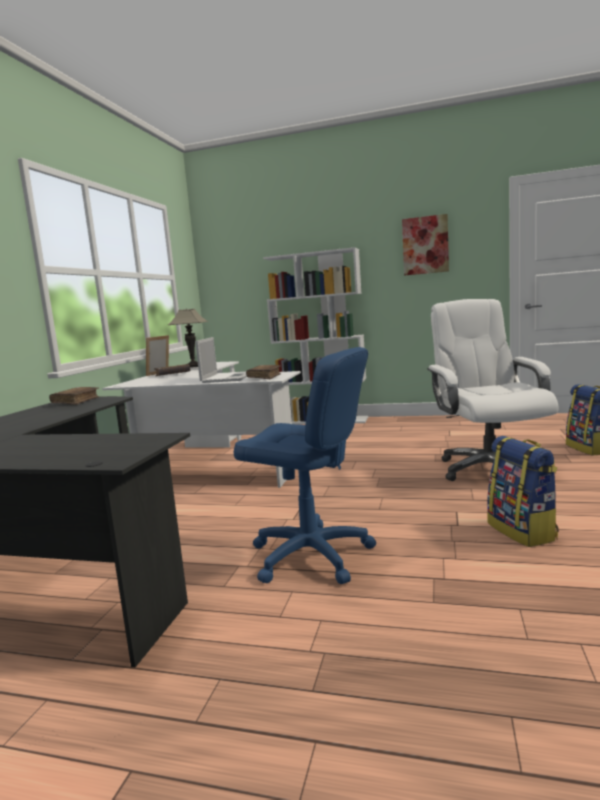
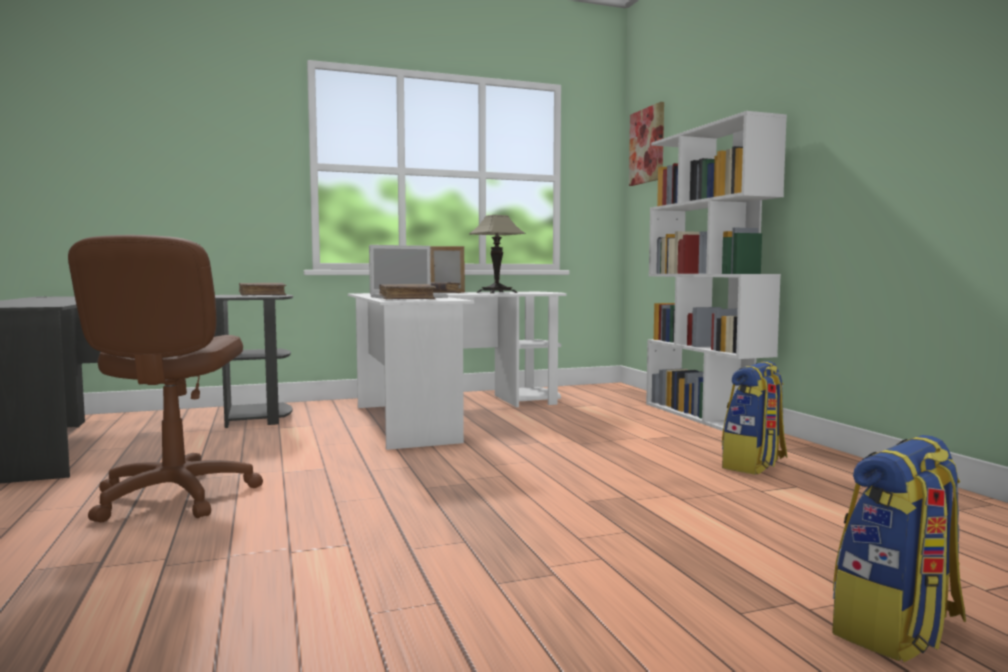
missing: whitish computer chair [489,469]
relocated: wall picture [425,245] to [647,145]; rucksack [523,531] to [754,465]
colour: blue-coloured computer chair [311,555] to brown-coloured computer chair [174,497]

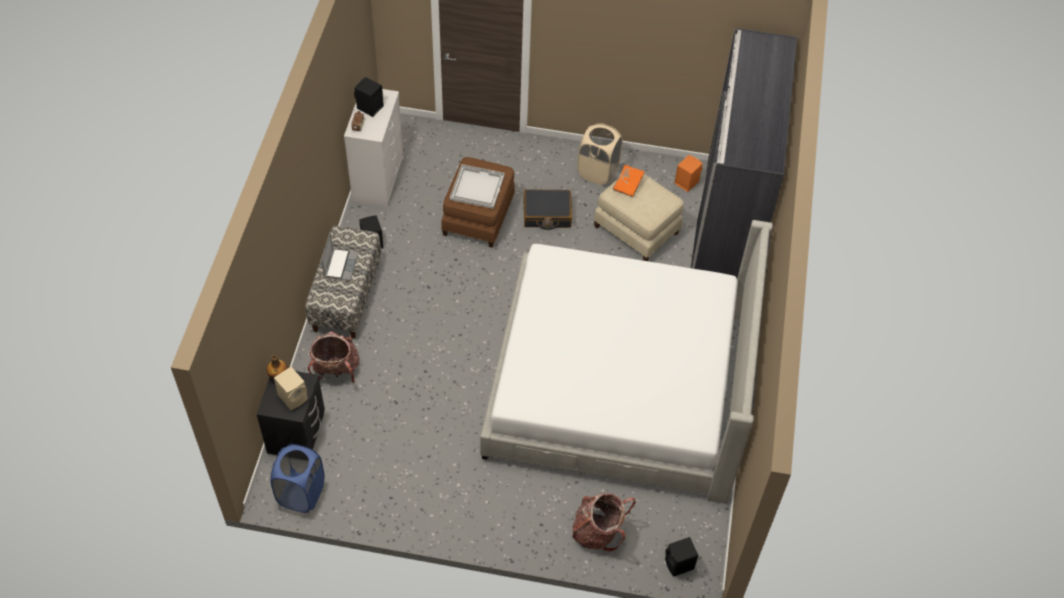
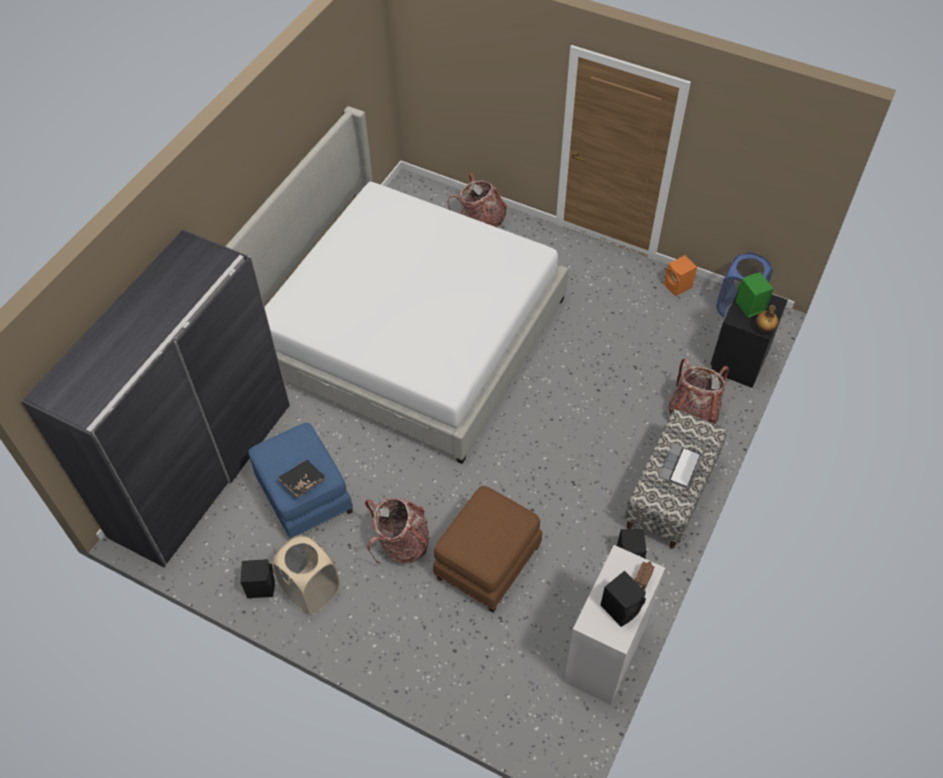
missing: whitish tray [477,187]
relocated: black audio speaker [679,565] to [261,586]; orangey audio speaker [686,182] to [678,286]
exchanged: black suitcase [547,214] to rucksack [401,543]
colour: sand-coloured pouffe [637,229] to blue-coloured pouffe [303,496]; orangey bound book [628,184] to black bound book [302,482]; sand-coloured audio speaker [294,397] to greenish audio speaker [749,306]

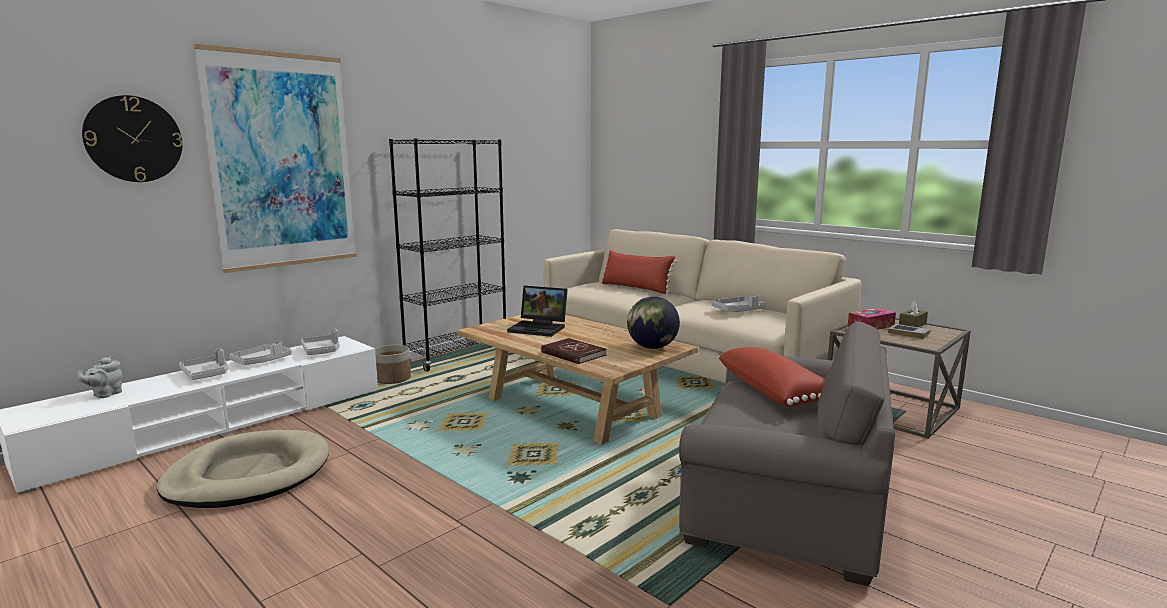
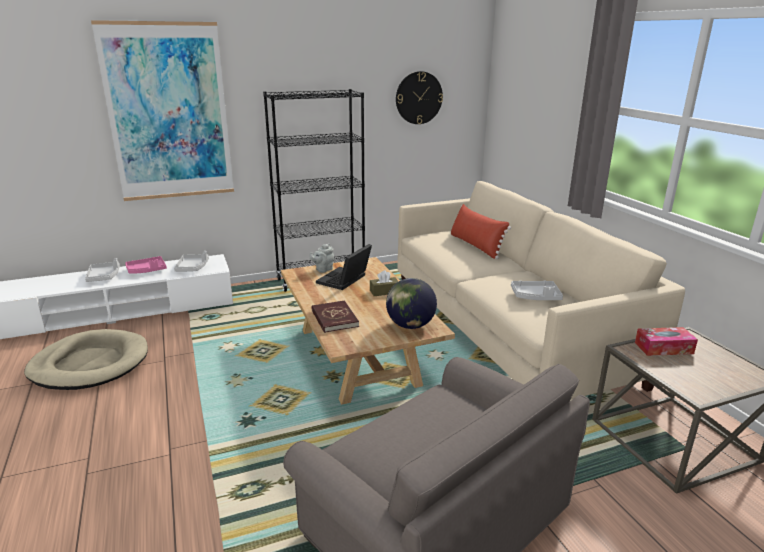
missing: plant pot [392,379]; red pillow [775,391]; bound book [908,334]
relocated: greyish tea pot [105,394] to [323,269]; brown-coloured box of tissues [912,325] to [384,292]; wall clock [133,139] to [419,98]
colour: greyish tray [262,361] to pink tray [147,270]
spun: portable computer [540,328] = [344,280] 75 degrees clockwise

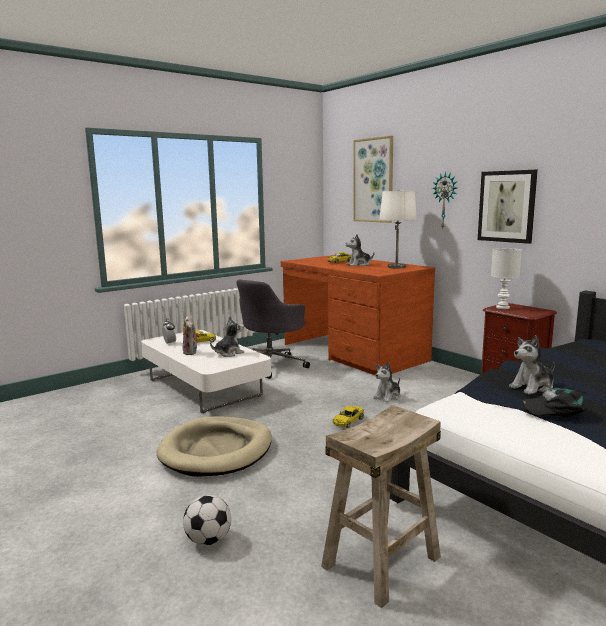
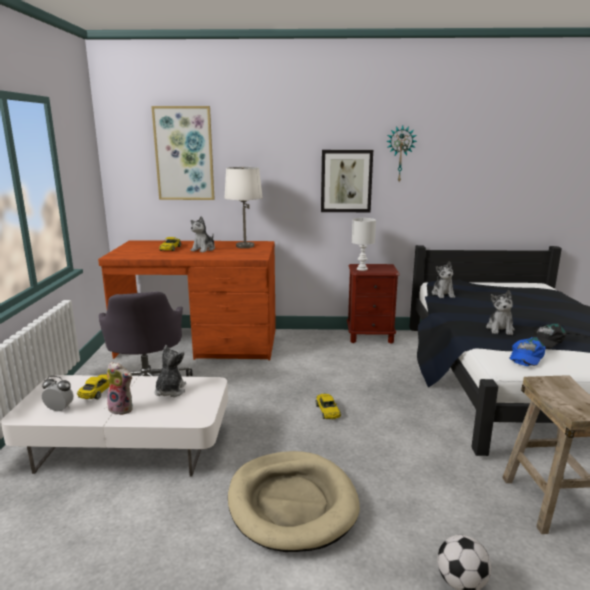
appeared: blue-coloured cap [526,356]
relocated: wall clock [445,200] to [400,154]; plush toy [388,397] to [443,294]

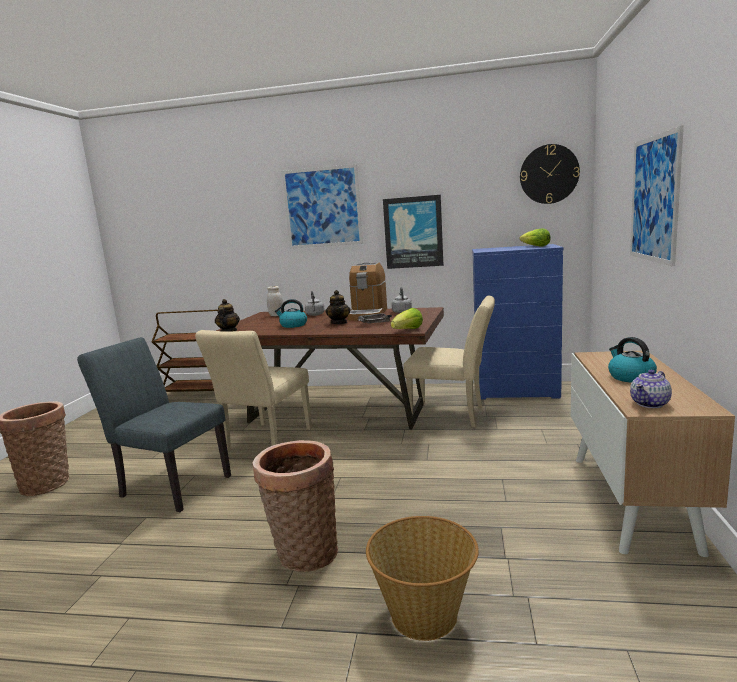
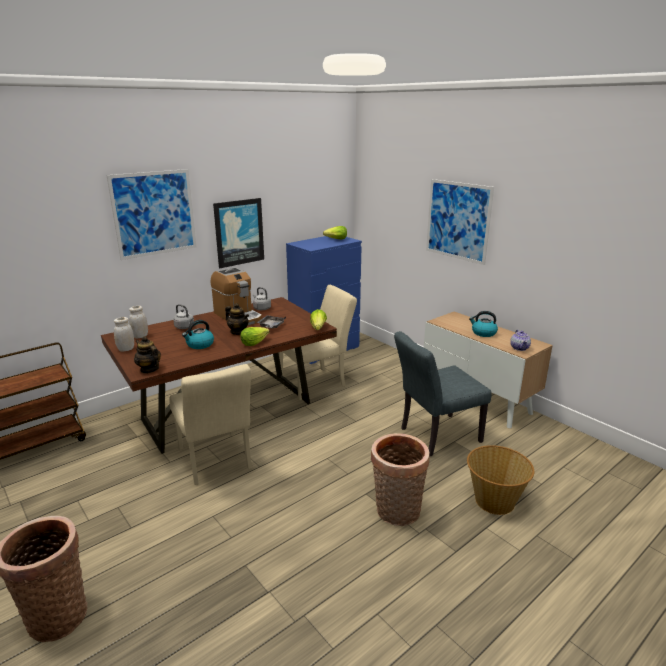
missing: wall clock [549,174]
appeared: whitish preserve jar [126,349]; head of lettuce [254,343]
relocated: greyish upright chair [170,485] to [435,436]

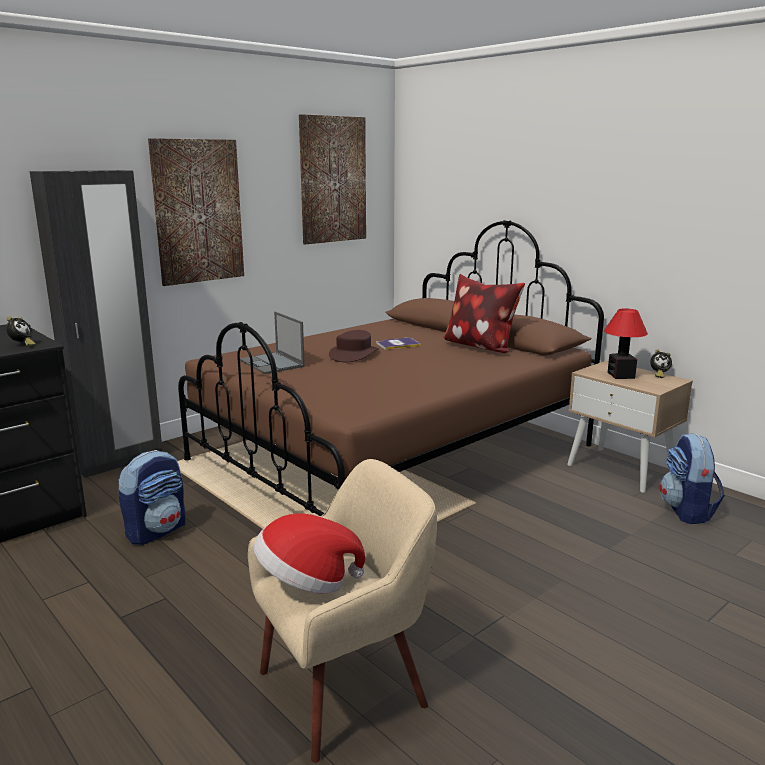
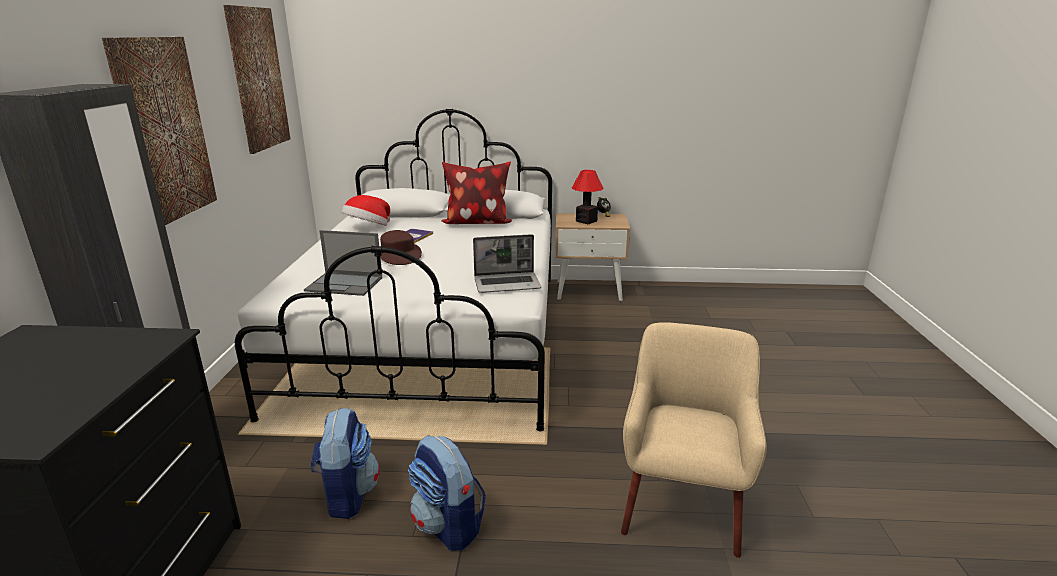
missing: bedside clock [22,345]
appeared: portable computer [507,284]
relocated: clothing hat [306,582] to [368,228]; rucksack [687,511] to [448,526]
colour: brown-coloured sleeping bed [393,453] to whitish sleeping bed [434,336]

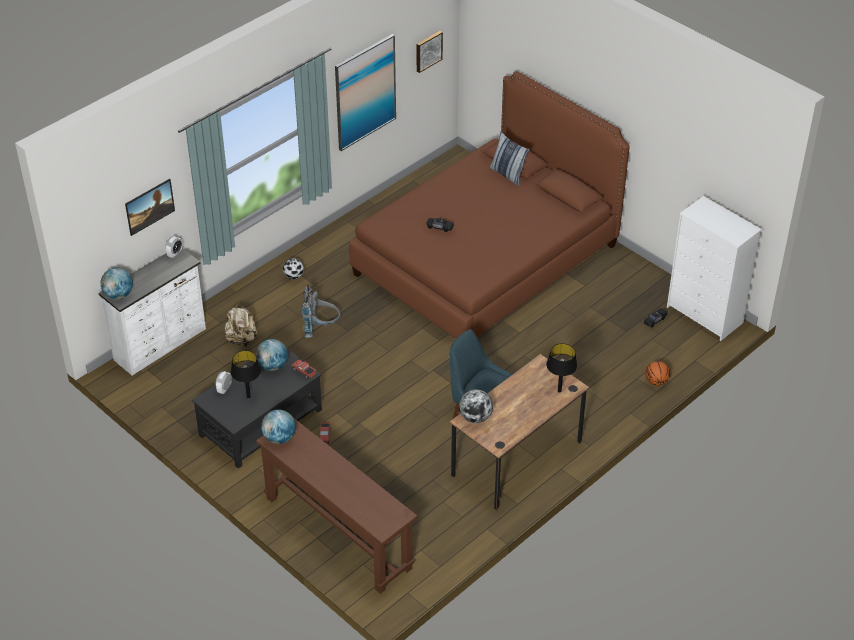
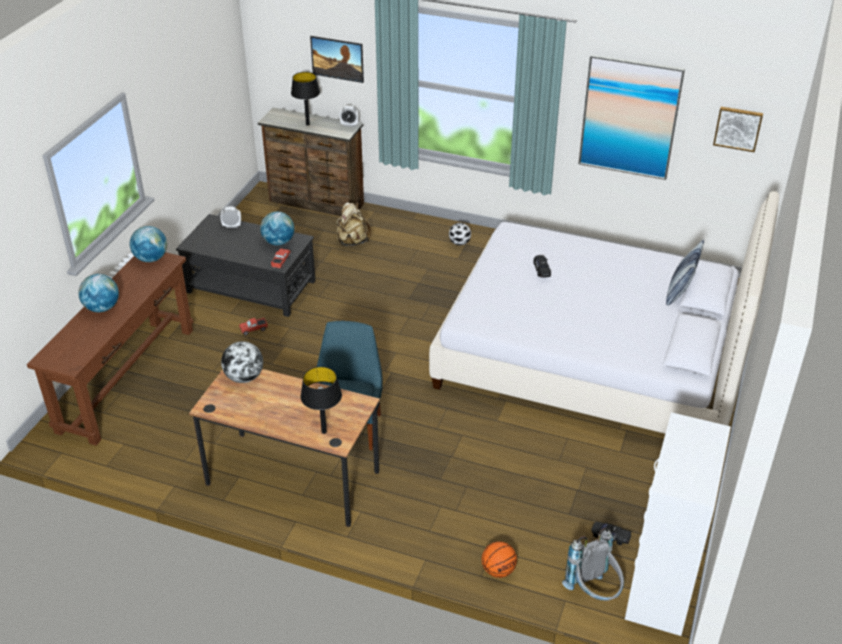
relocated: world globe [118,295] to [102,308]; black tabletop lamp [248,397] to [307,124]; greyish rucksack [321,328] to [594,593]
colour: whitish dresser [161,344] to brown-coloured dresser [316,203]; brown-coloured sleeping bed [486,259] to whitish sleeping bed [594,358]

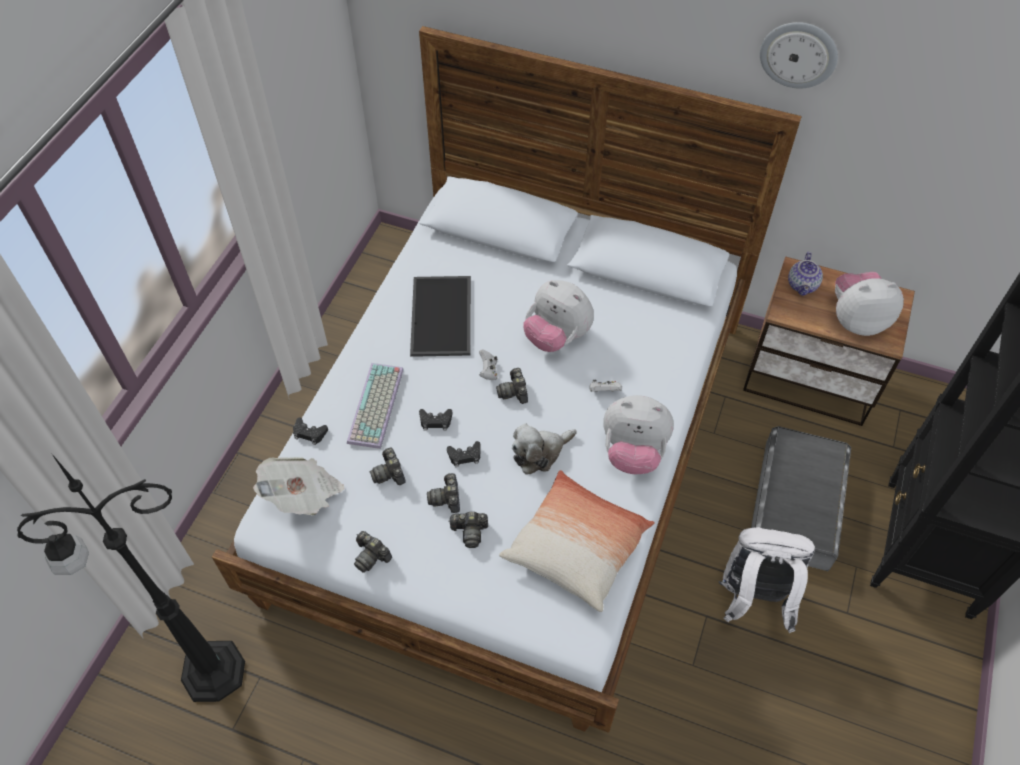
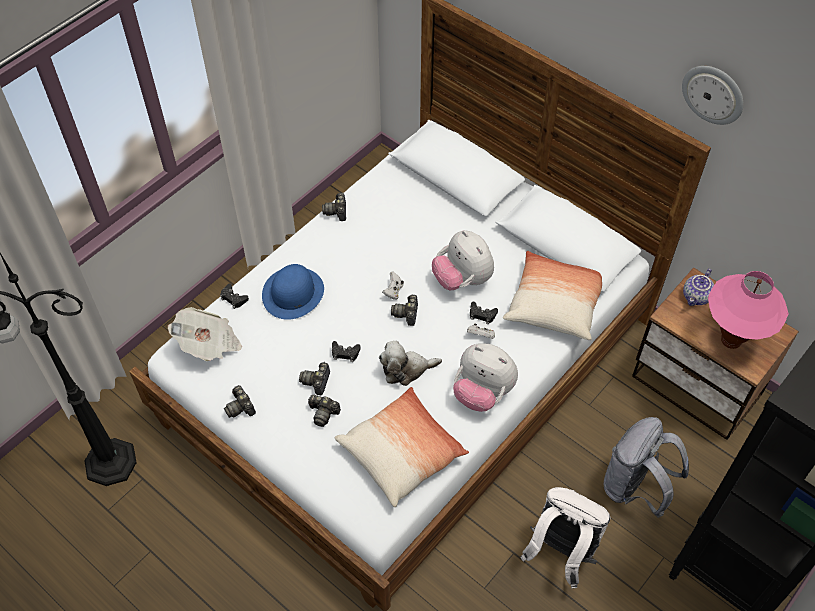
missing: tray [443,317]
appeared: pillow [554,304]
relocated: still camera [389,473] to [337,211]; black gamepad [435,421] to [482,315]
exchanged: computer keyboard [377,407] to blue-coloured clothing hat [293,293]; greyish storage container [796,504] to greyish rucksack [635,487]; plush toy [856,320] to pink tabletop lamp [730,341]

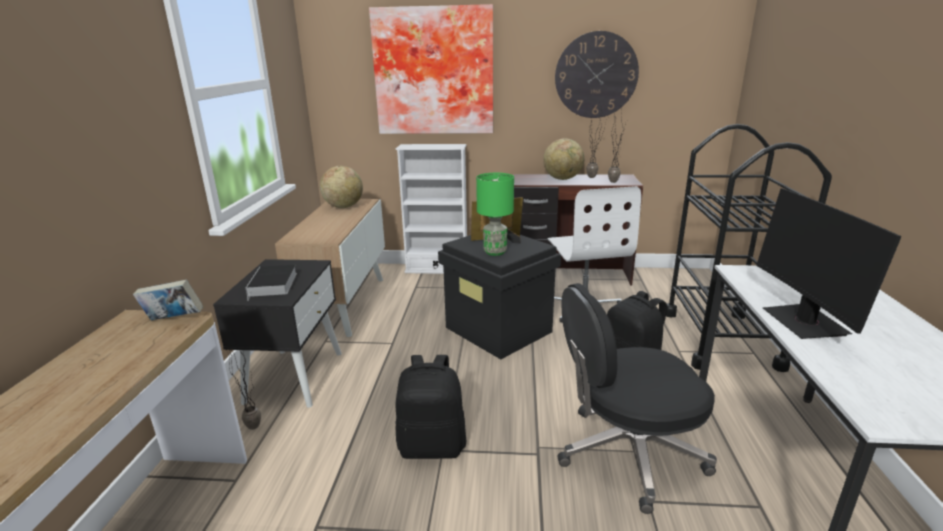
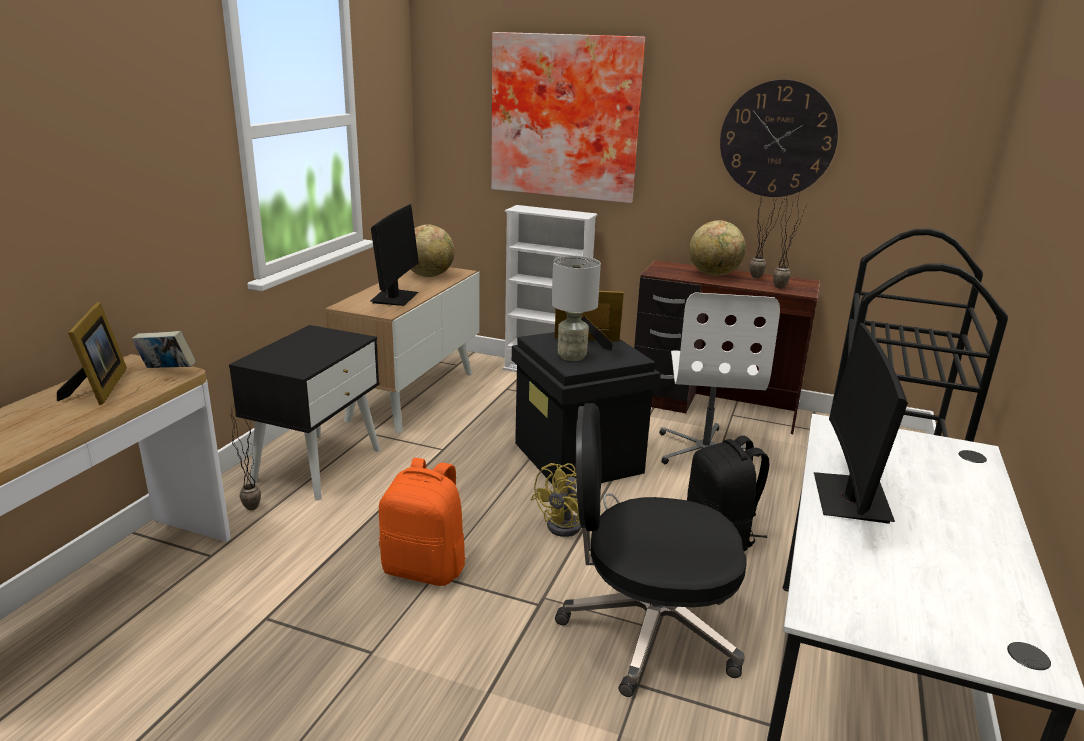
missing: bound book [273,285]
appeared: photo frame [99,388]; computer screen [395,298]; yellow cooling fan [572,527]
colour: black rucksack [432,445] to orangey rucksack [425,568]; greenish tabletop lamp [495,252] to greyish tabletop lamp [572,356]

